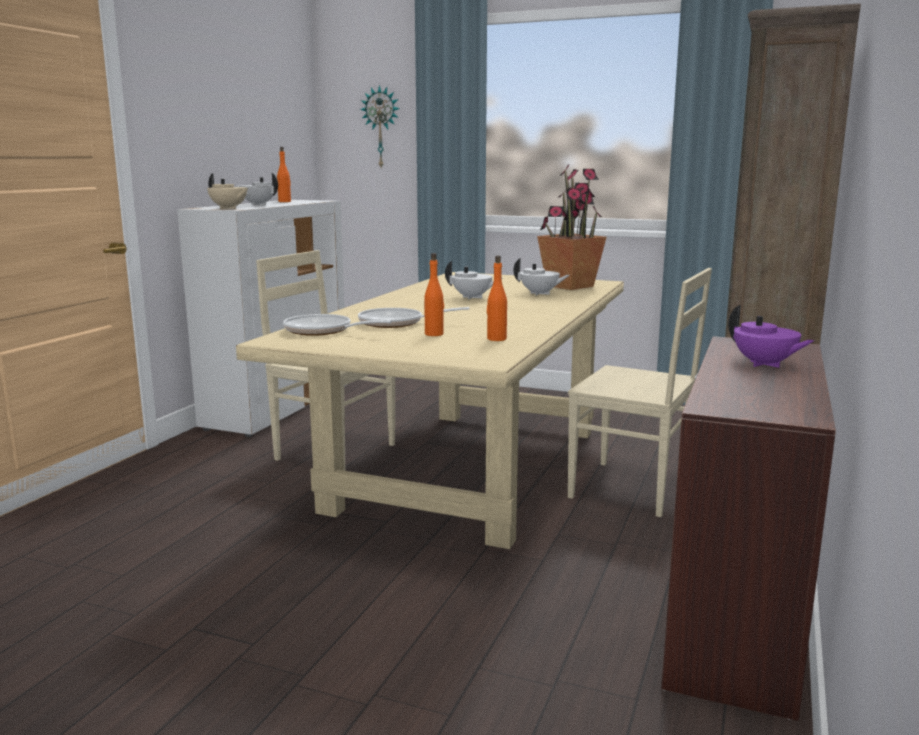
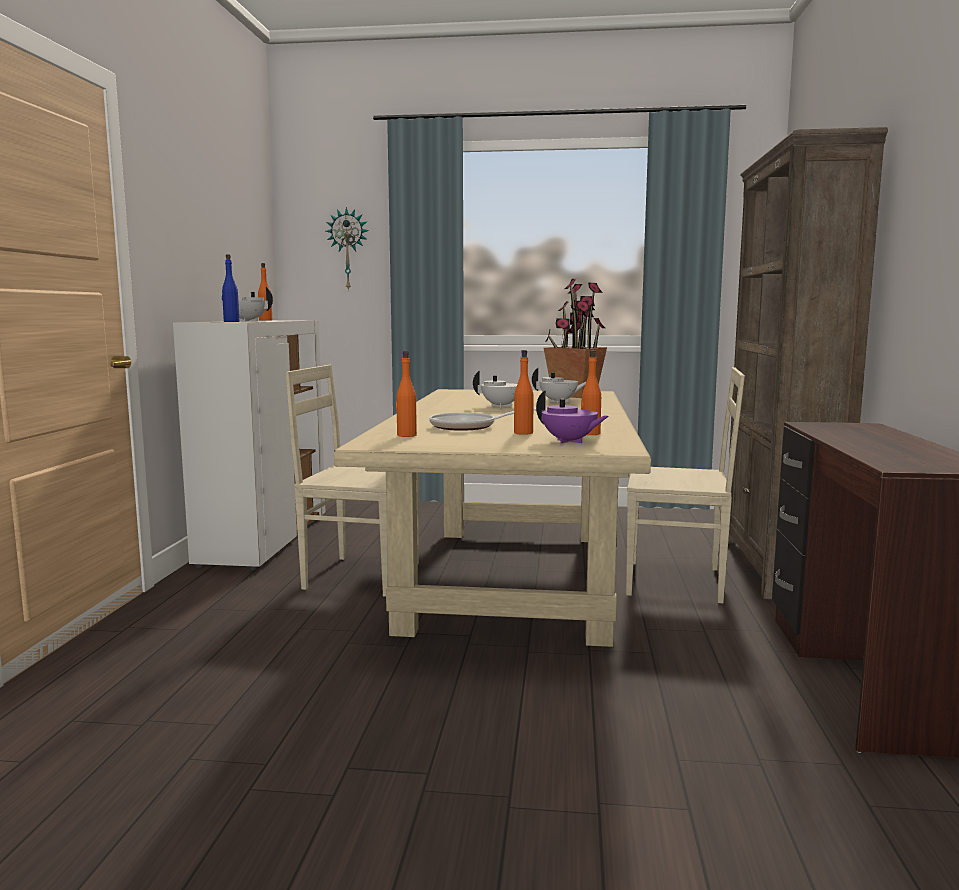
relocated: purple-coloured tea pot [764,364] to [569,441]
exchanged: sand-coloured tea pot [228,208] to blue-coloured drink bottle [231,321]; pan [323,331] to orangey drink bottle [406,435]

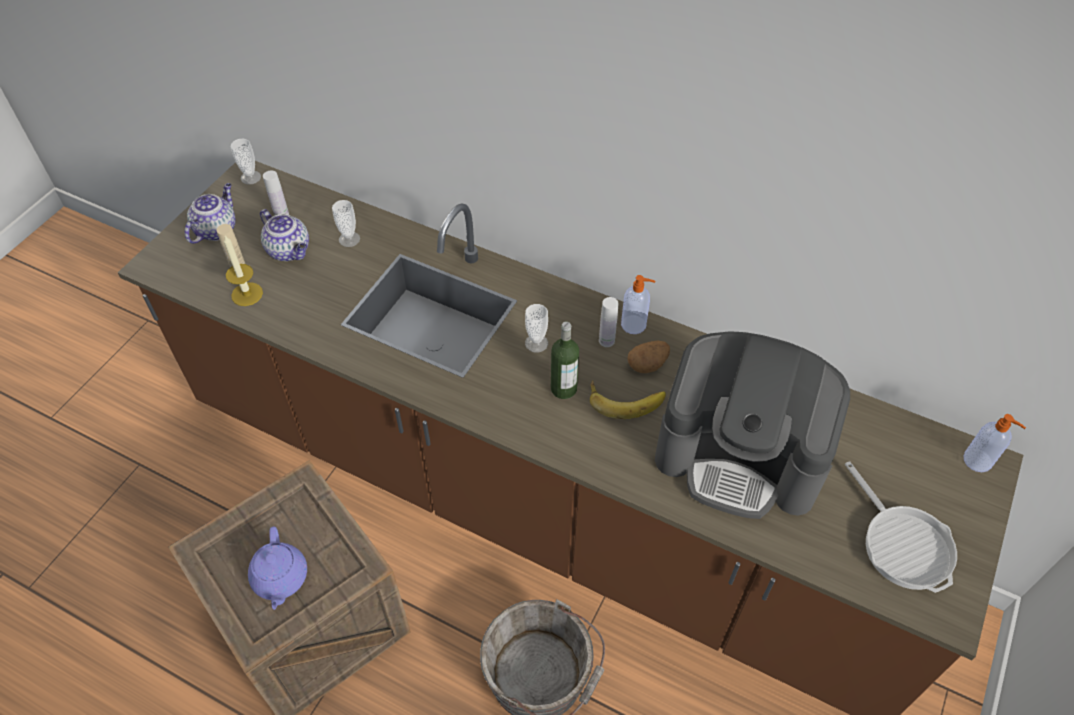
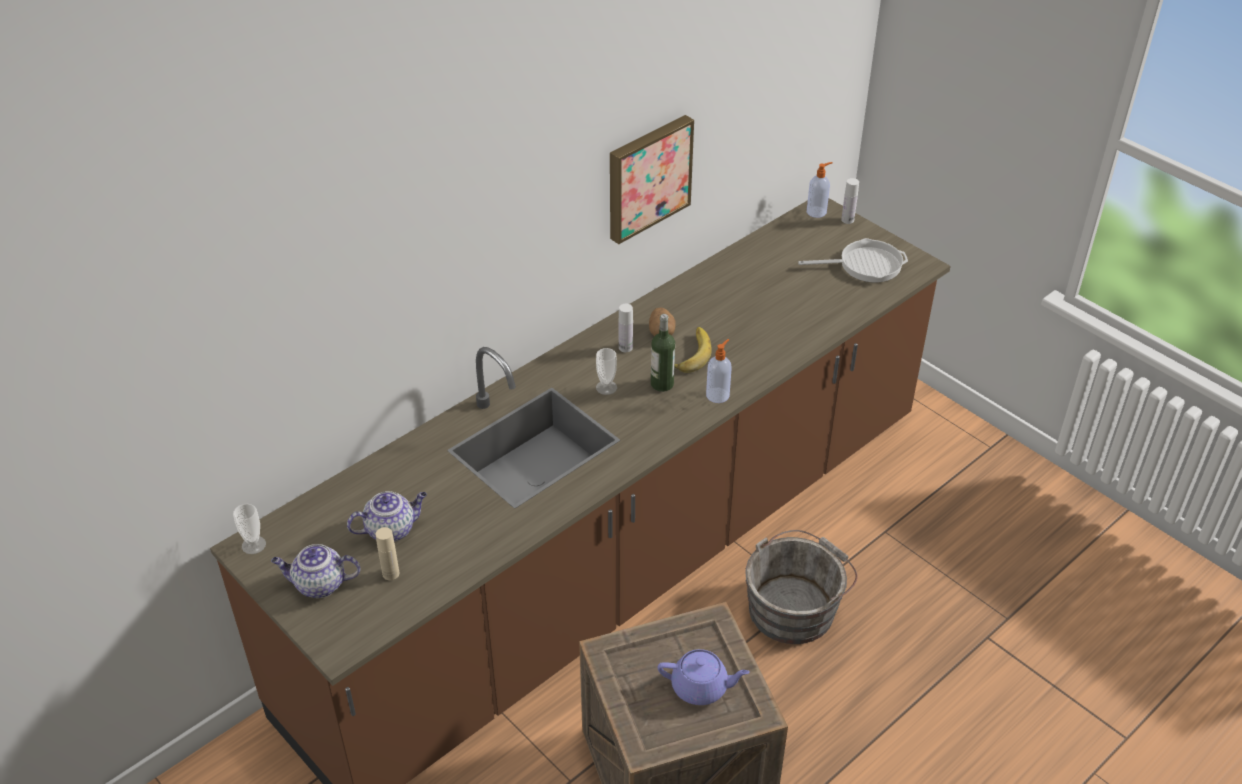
missing: wax candle [247,294]; cup [349,239]; coffee brewer [741,454]
appeared: wall picture [647,177]
relocated: soap bottle [634,325] to [718,395]; whitish drink bottle [281,214] to [847,220]
spun: tea pot [216,229] = [319,585] 45 degrees counterclockwise

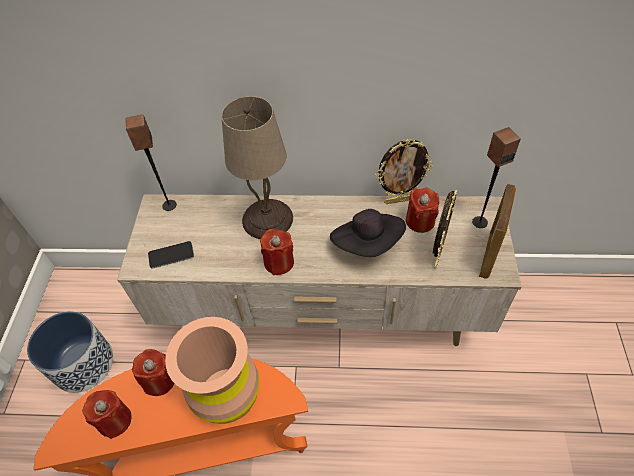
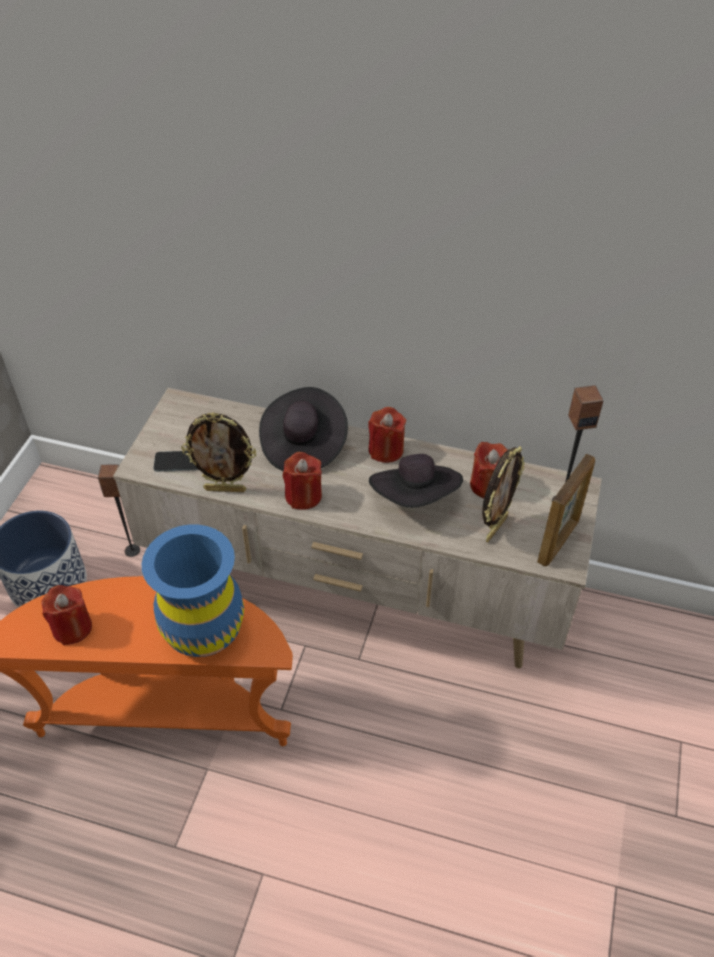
relocated: audio speaker [169,205] to [132,550]; photo frame [399,200] to [225,489]; red wax candle [159,380] to [386,450]
exchanged: sand-coloured tabletop lamp [266,219] to black clothing hat [303,445]
colour: brown-coloured flower vase [227,395] to blue-coloured flower vase [204,630]

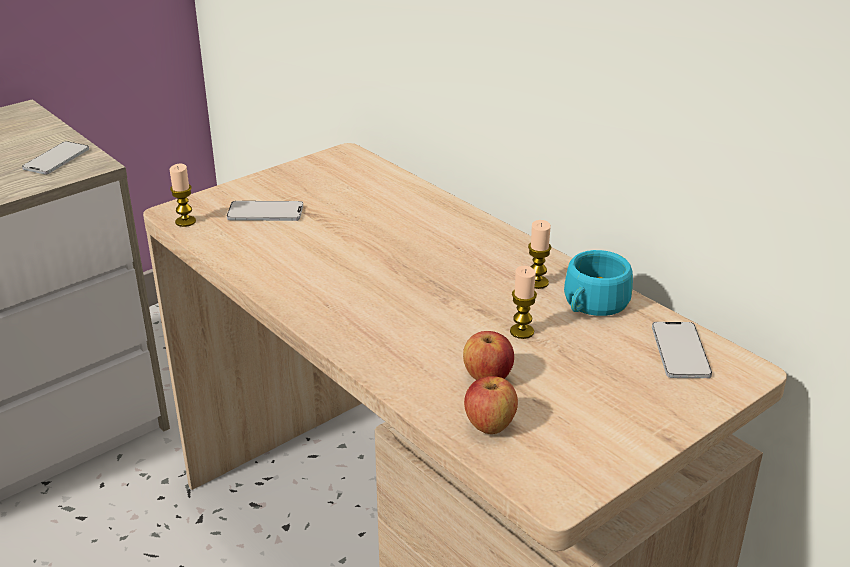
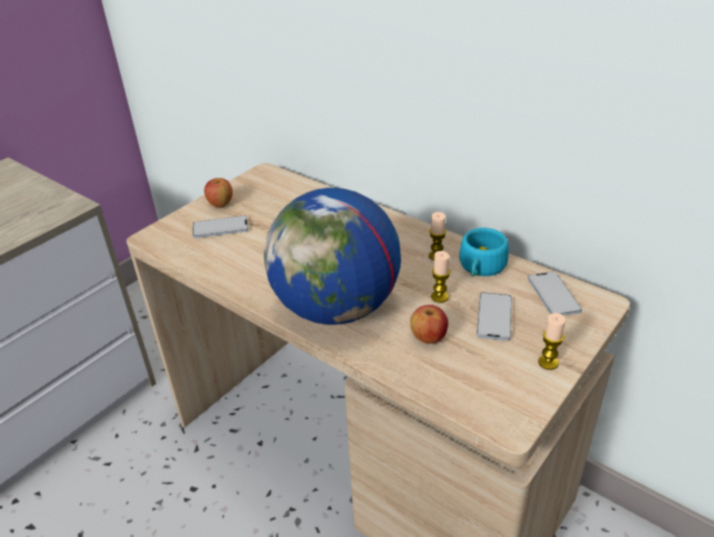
appeared: world globe [336,308]
relocated: apple fruit [489,425] to [220,204]; handset [56,159] to [494,317]; wax candle [185,221] to [548,362]

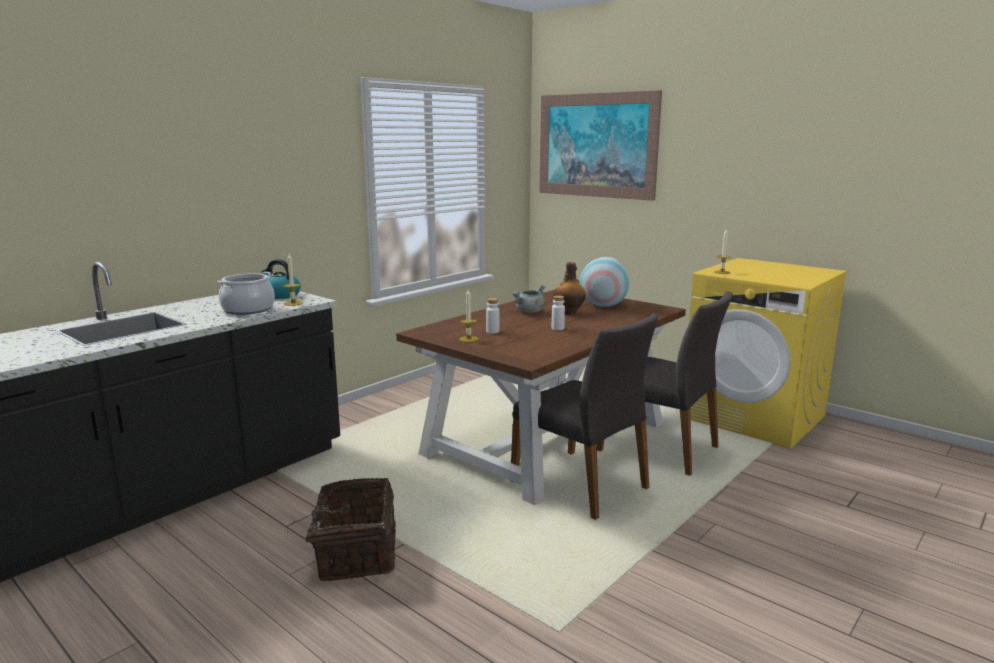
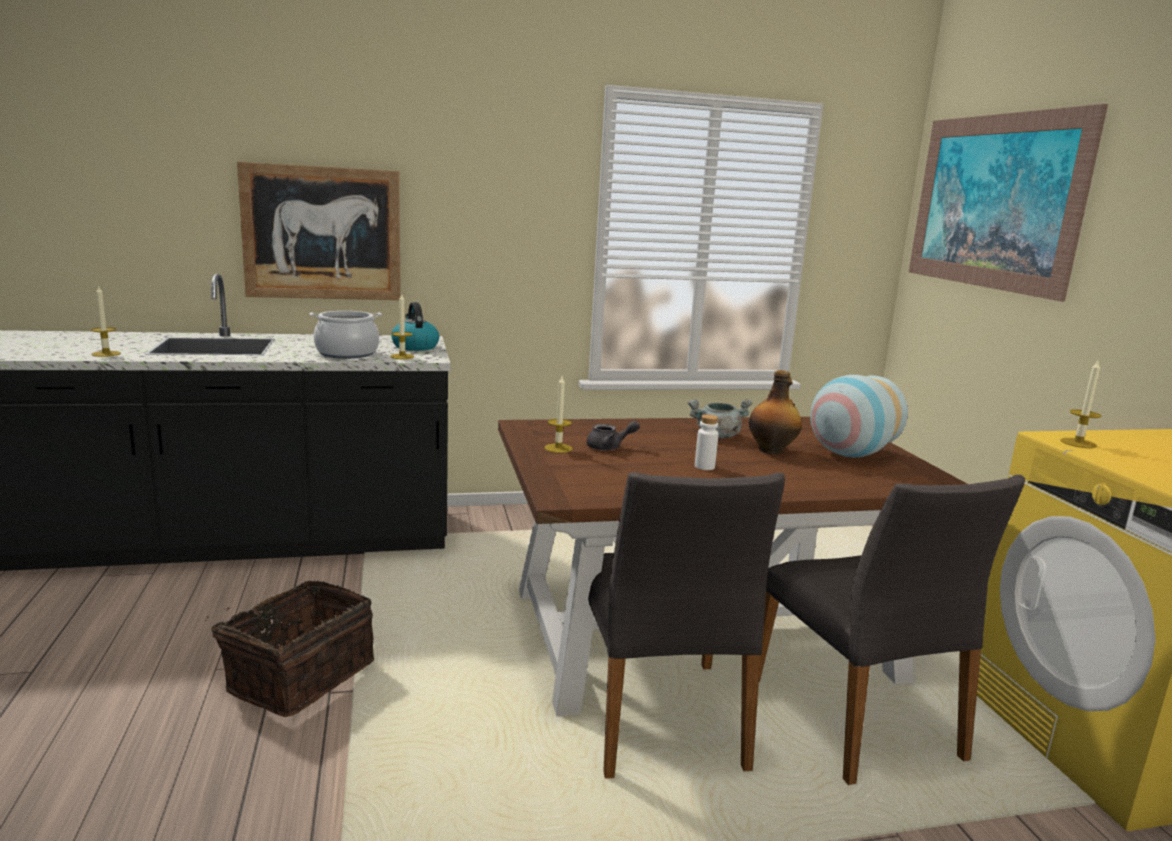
appeared: wax candle [106,354]; wall picture [322,233]
exchanged: whitish drink bottle [492,331] to greyish tea pot [609,447]

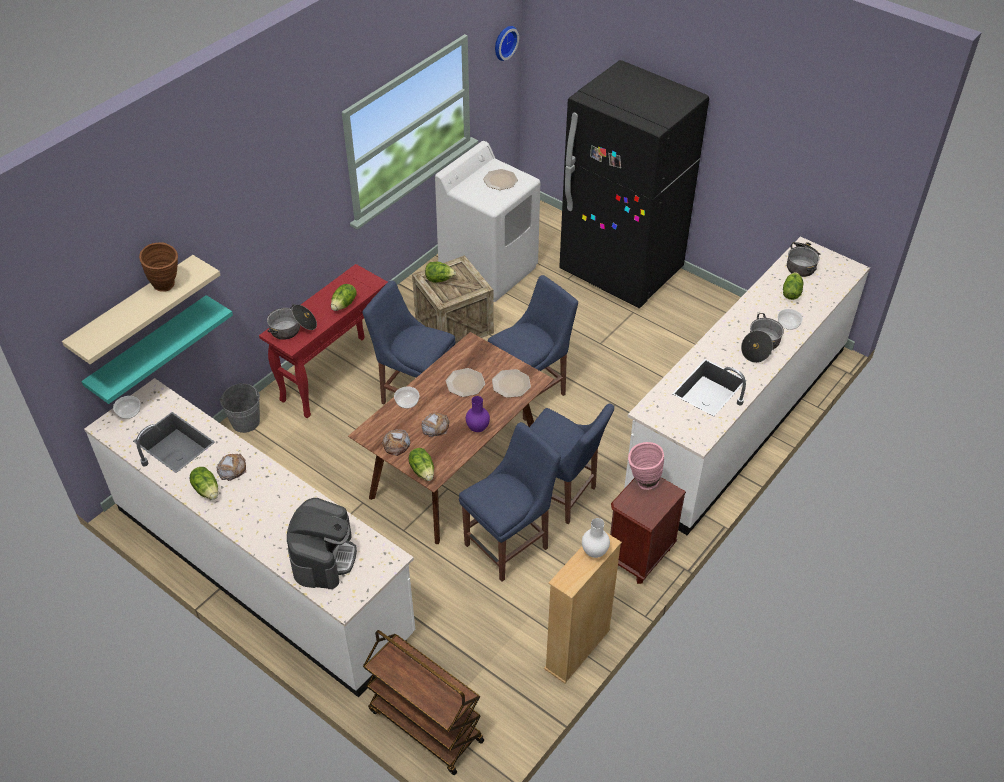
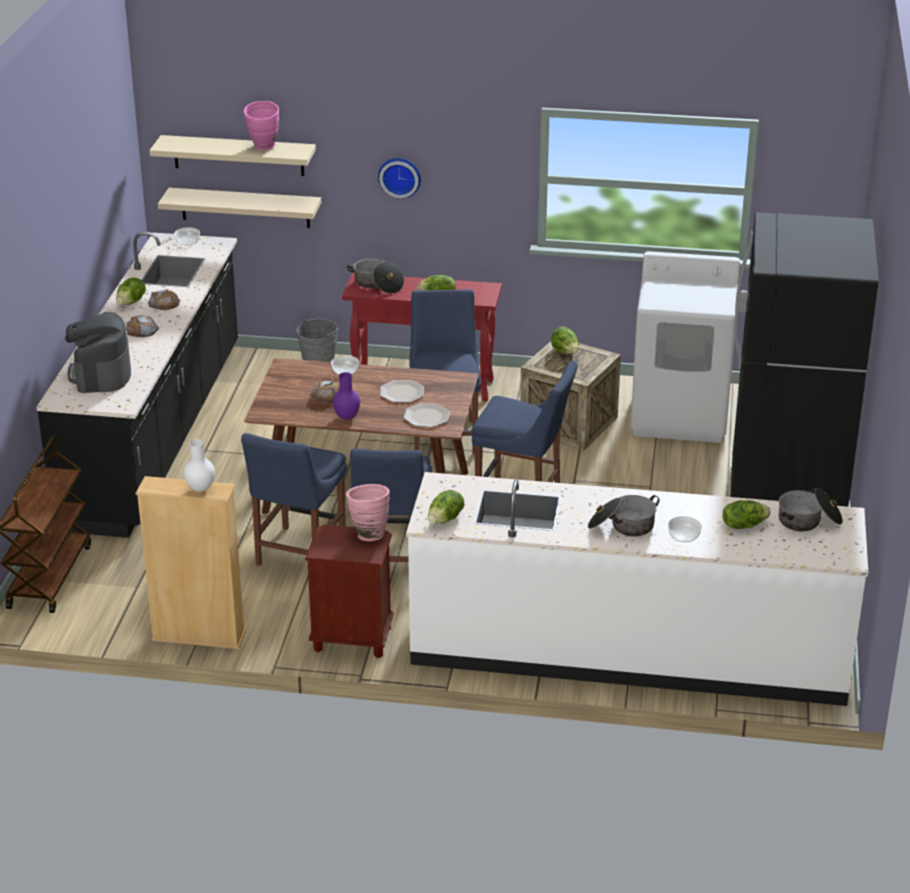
missing: dinner plate [500,180]
relocated: baked bread [396,444] to [142,330]; wall clock [504,42] to [400,176]; head of lettuce [423,470] to [446,519]
colour: whitish counter [262,569] to black counter [156,434]; turquoise-coloured wall shelf [149,348] to sand-coloured wall shelf [245,207]; brown-coloured flower vase [167,287] to pink flower vase [263,148]
spun: coffee brewer [323,557] = [101,374] 105 degrees clockwise; blue-coloured upright chair [510,544] = [298,554] 90 degrees clockwise

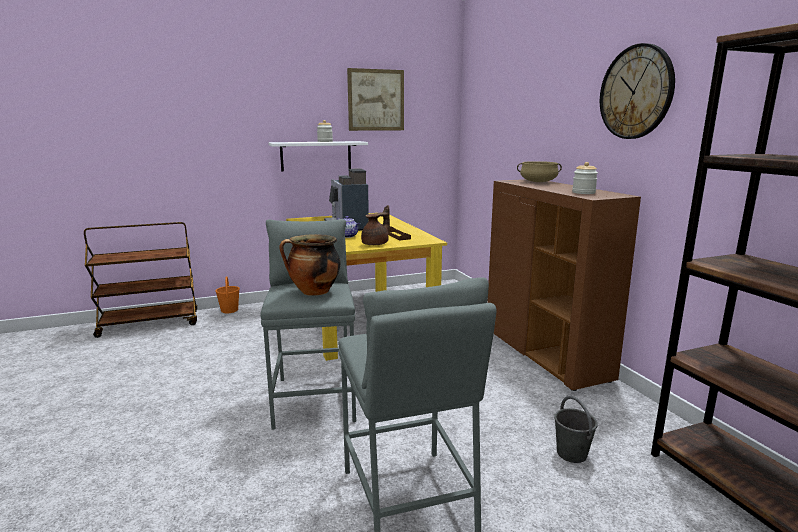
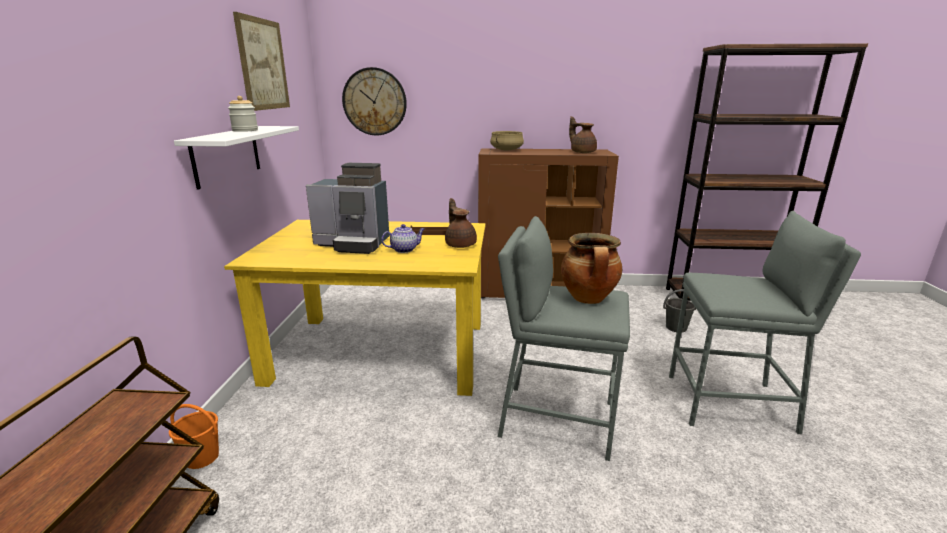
relocated: wall clock [636,92] to [374,102]
exchanged: preserve jar [583,192] to brown-coloured tea pot [582,152]

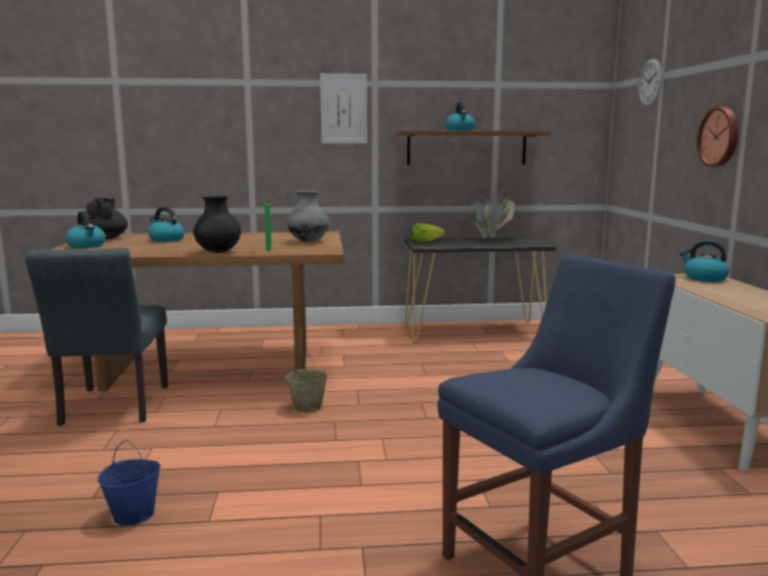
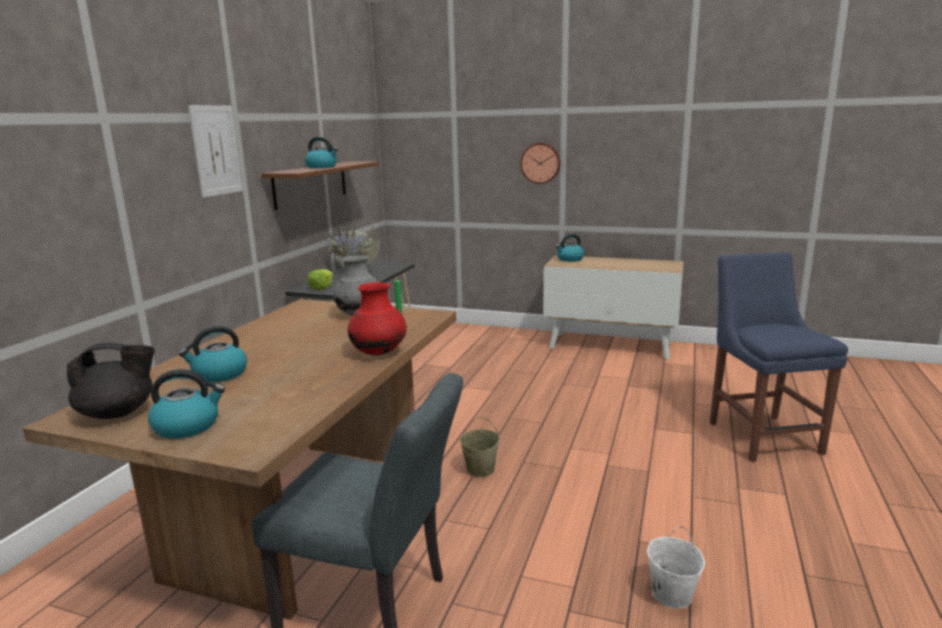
missing: wall clock [650,82]
colour: black flower vase [218,252] to red flower vase [379,353]; blue-coloured water bucket [134,514] to whitish water bucket [671,594]
spun: black tea pot [106,238] = [118,413] 150 degrees clockwise

